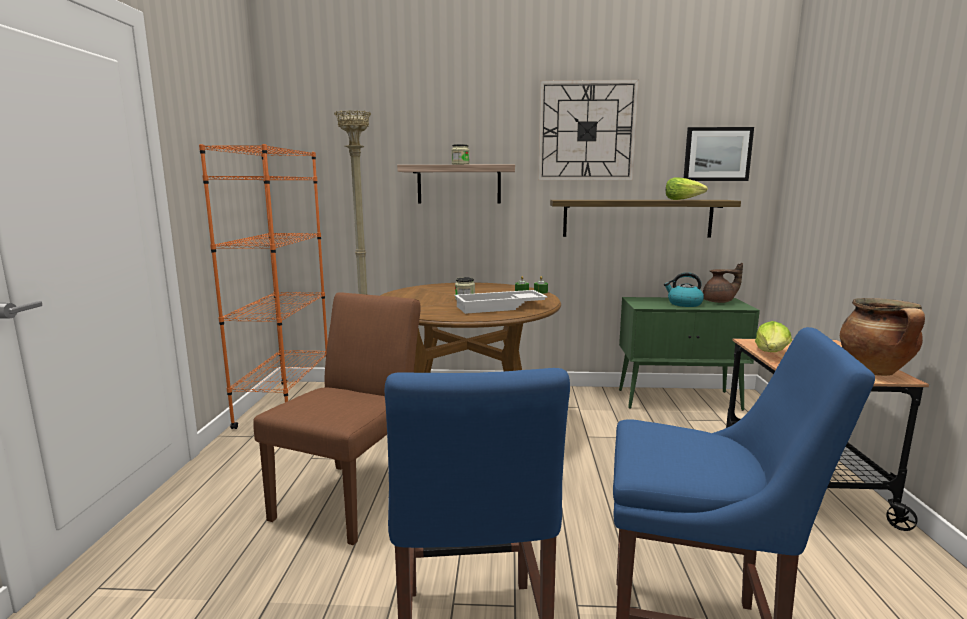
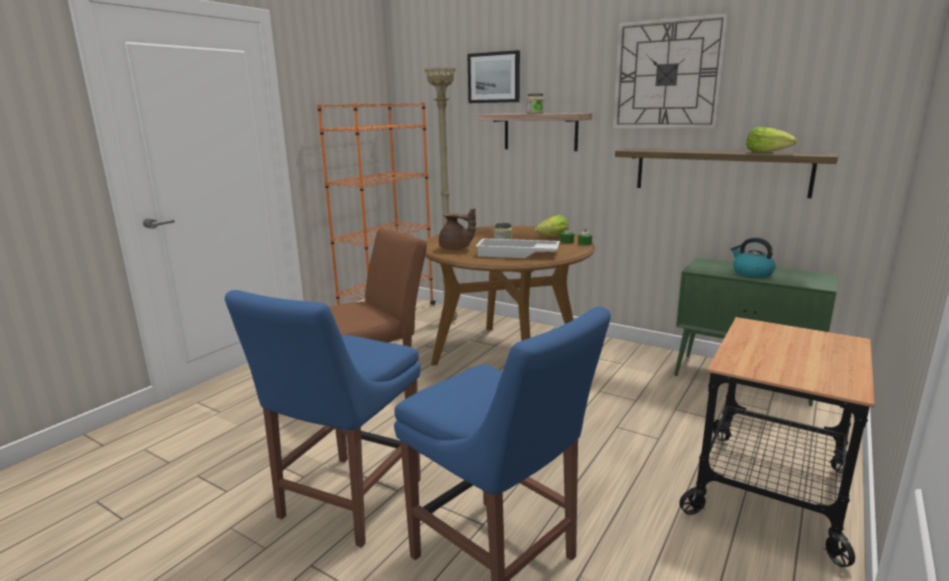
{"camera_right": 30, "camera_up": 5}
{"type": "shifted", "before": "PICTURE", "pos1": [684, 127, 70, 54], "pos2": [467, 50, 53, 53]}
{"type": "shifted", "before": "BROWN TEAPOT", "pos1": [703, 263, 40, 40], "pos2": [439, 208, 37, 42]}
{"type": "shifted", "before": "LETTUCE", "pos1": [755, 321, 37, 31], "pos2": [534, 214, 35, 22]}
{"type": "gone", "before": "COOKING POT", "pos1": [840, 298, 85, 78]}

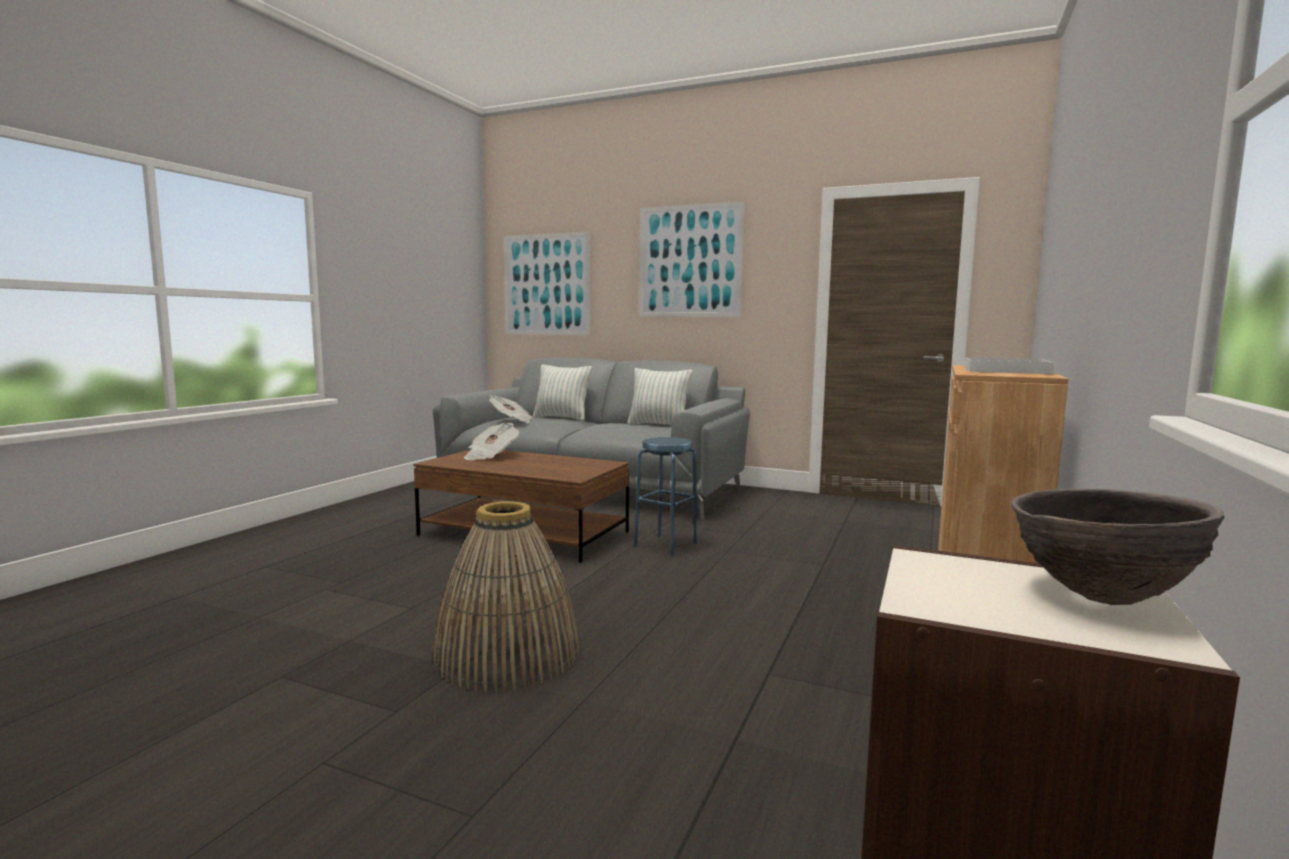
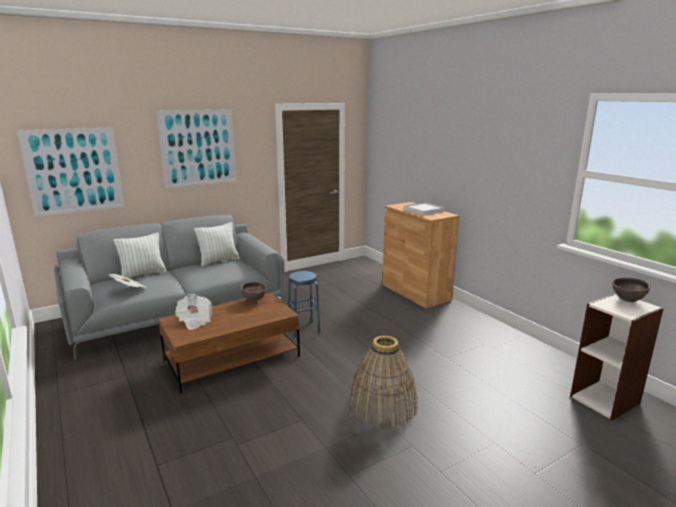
{"camera_right": -55, "camera_up": 10}
{"type": "new", "after": "BROWN BOWL", "pos2": [240, 281, 27, 21]}

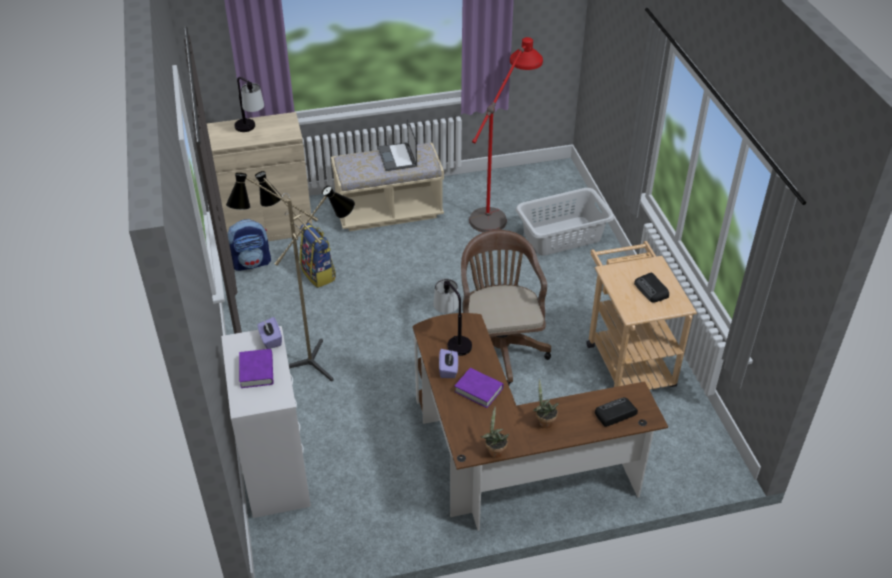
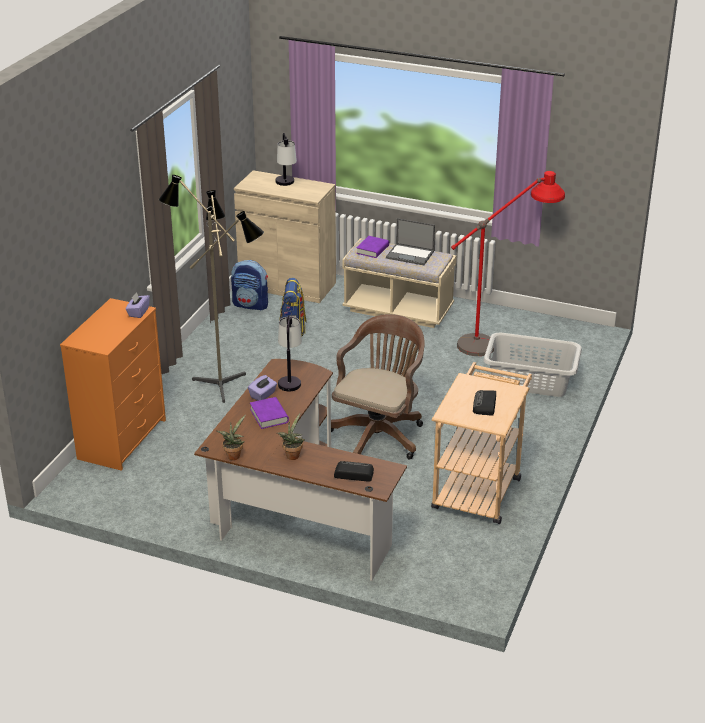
{"camera_right": 35, "camera_up": -10}
{"type": "repainted", "before": "WHITE DRESSER", "after": "ORANGE DRESSER", "pos1": [221, 326, 90, 192], "pos2": [60, 298, 106, 173]}
{"type": "shifted", "before": "PURPLE BOOK", "pos1": [239, 349, 34, 39], "pos2": [356, 236, 33, 22]}
{"type": "rotated", "before": "LAPTOP", "pos1": [378, 119, 39, 52], "pos2": [386, 218, 49, 47], "turn": -90}

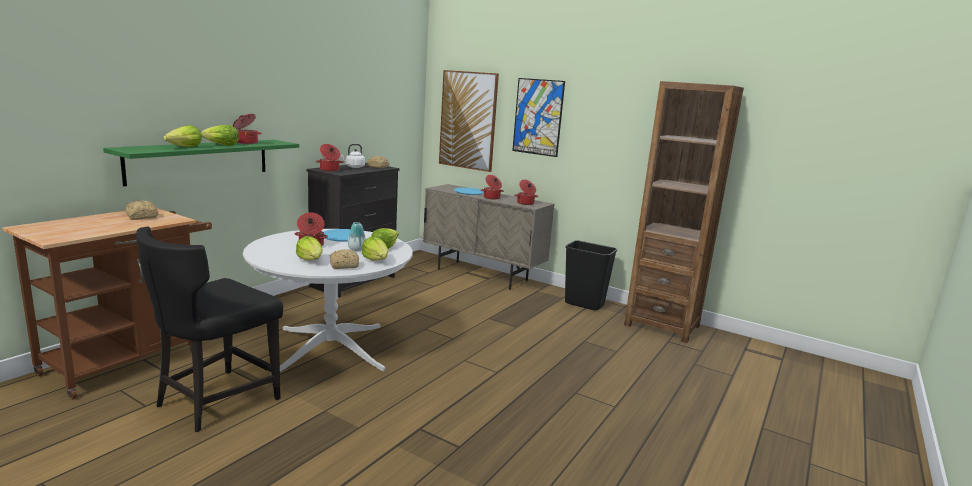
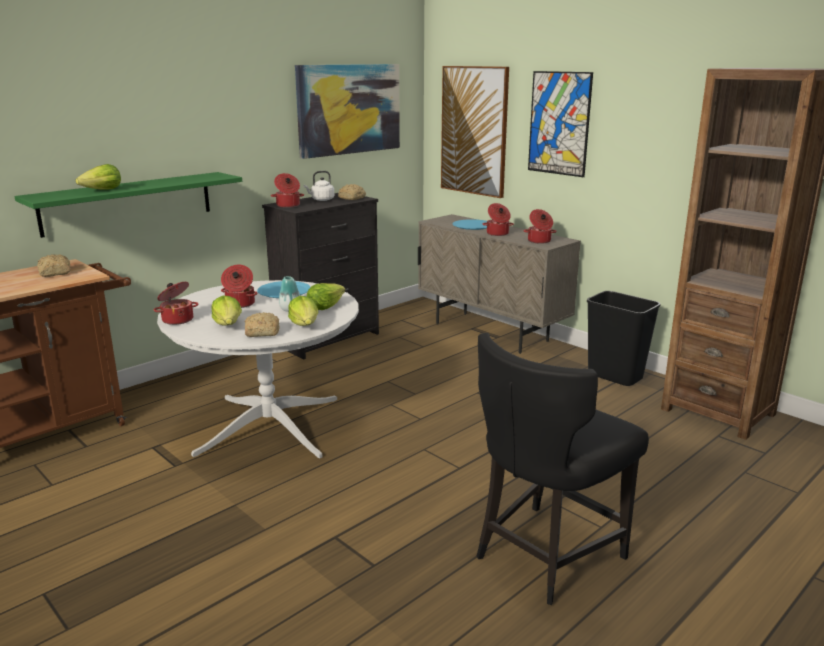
{"camera_right": 15, "camera_up": 5}
{"type": "shifted", "before": "BLACK CHAIR", "pos1": [136, 226, 147, 206], "pos2": [476, 333, 173, 272]}
{"type": "gone", "before": "LETTUCE", "pos1": [201, 125, 38, 21]}
{"type": "shifted", "before": "COOKING POT", "pos1": [233, 114, 29, 30], "pos2": [154, 282, 45, 43]}
{"type": "new", "after": "PICTURE", "pos2": [295, 64, 105, 95]}

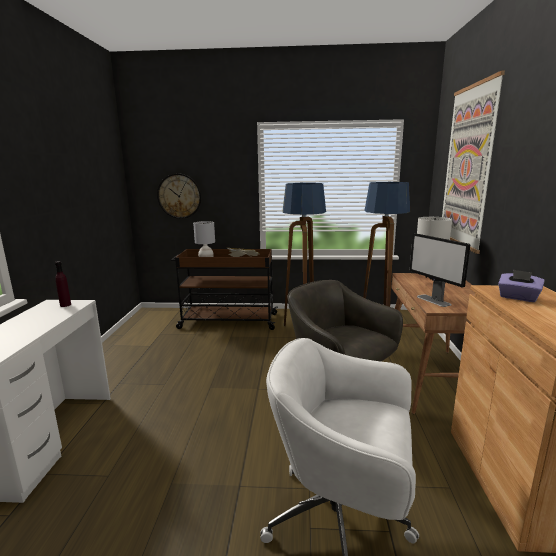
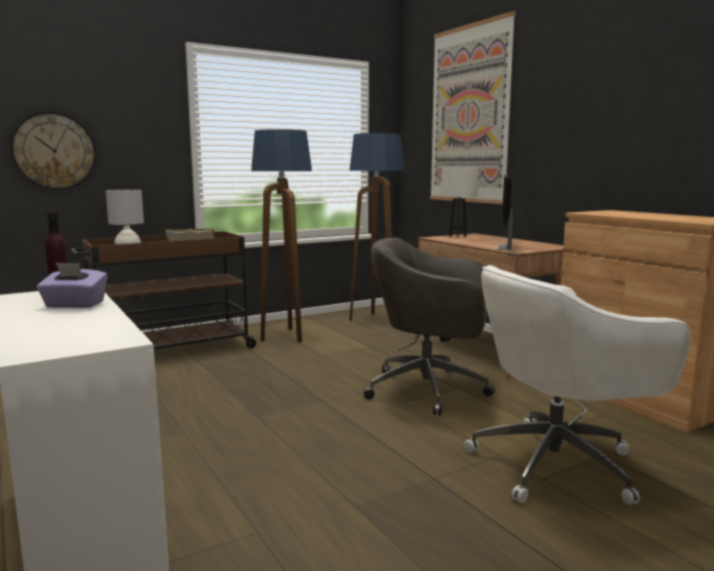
{"camera_right": -35, "camera_up": -5}
{"type": "rotated", "before": "MONITOR", "pos1": [410, 233, 60, 74], "pos2": [497, 175, 16, 75], "turn": 75}
{"type": "shifted", "before": "PURPLE TISSUE BOX", "pos1": [498, 269, 47, 33], "pos2": [37, 262, 71, 46]}

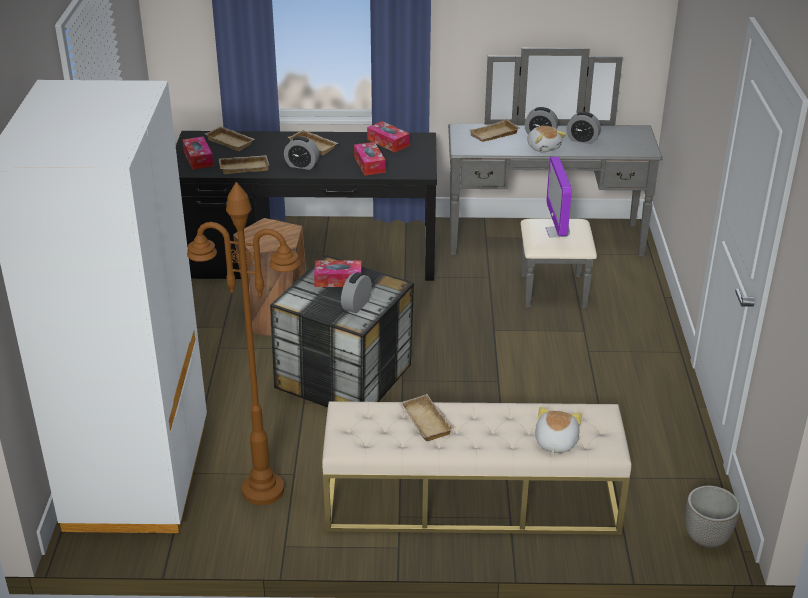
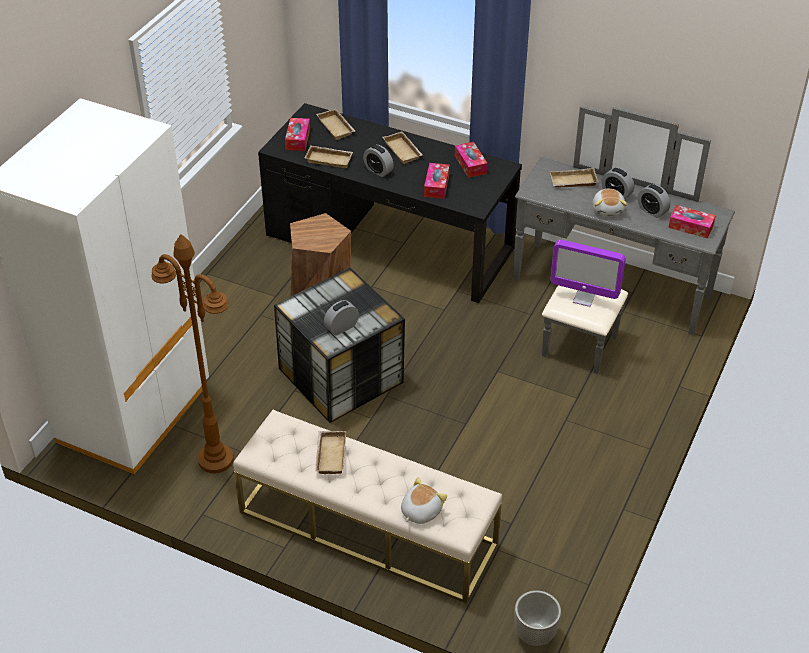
{"camera_right": 25, "camera_up": 10}
{"type": "shifted", "before": "TISSUE BOX", "pos1": [314, 261, 48, 26], "pos2": [668, 205, 48, 33]}
{"type": "rotated", "before": "MONITOR", "pos1": [546, 157, 26, 80], "pos2": [550, 240, 76, 67], "turn": -90}

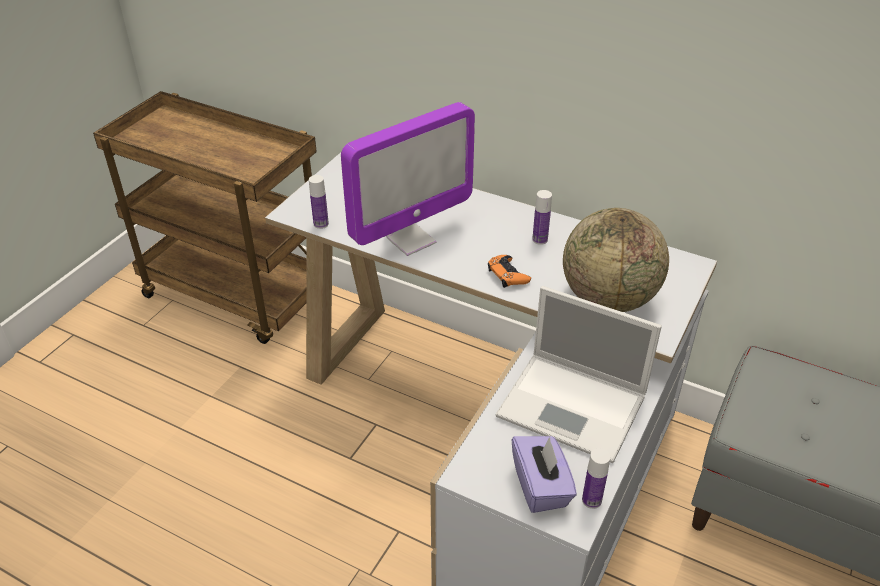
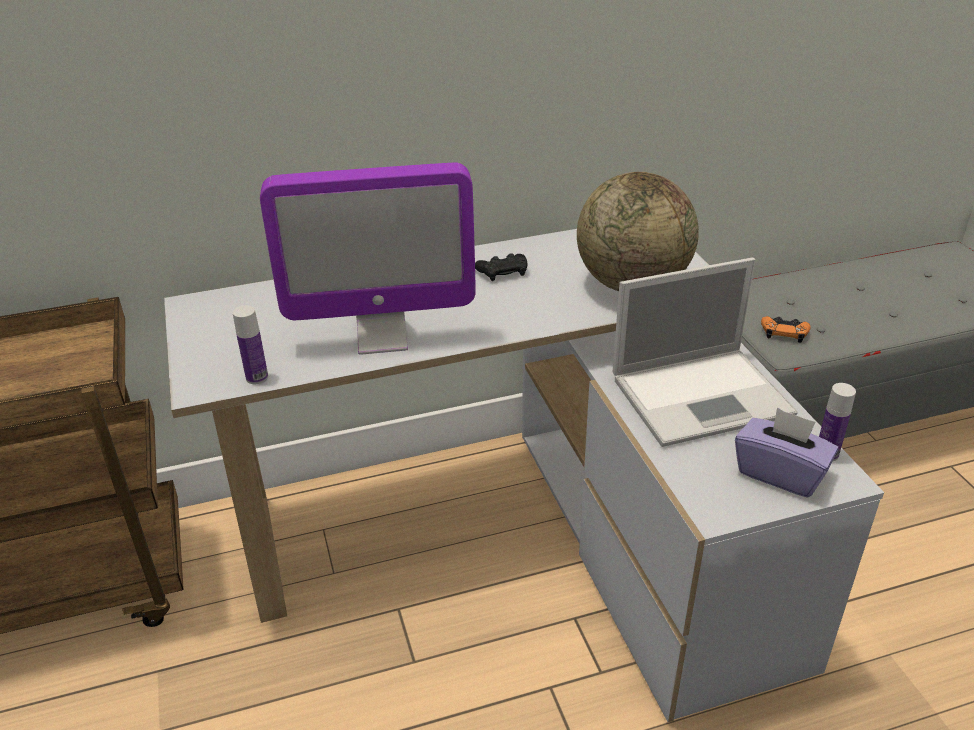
{"camera_right": -45, "camera_up": -5}
{"type": "rotated", "before": "MONITOR", "pos1": [341, 102, 134, 154], "pos2": [260, 162, 216, 193], "turn": 75}
{"type": "shifted", "before": "ORANGE GAME CONTROLLER", "pos1": [488, 255, 43, 33], "pos2": [761, 316, 50, 27]}
{"type": "swapped", "before": "BOTTLE", "after": "BLACK GAME CONTROLLER", "pos1": [532, 190, 20, 55], "pos2": [475, 253, 53, 28]}

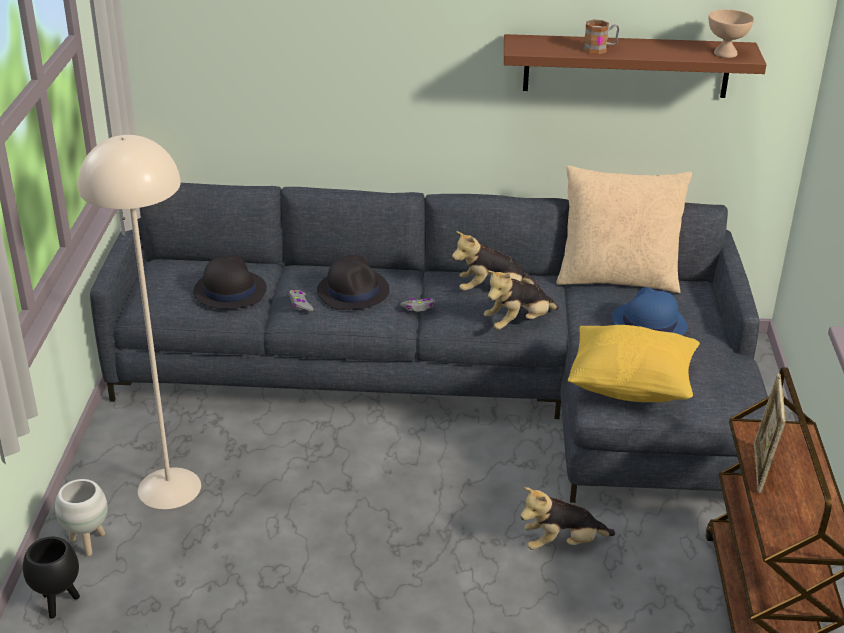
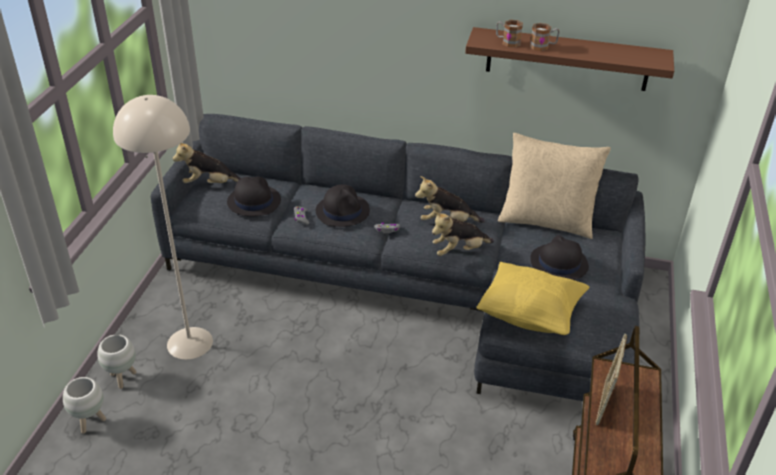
{"camera_right": 10, "camera_up": 5}
{"type": "repainted", "before": "BLACK PLANTER", "after": "WHITE PLANTER", "pos1": [23, 537, 57, 82], "pos2": [63, 377, 43, 57]}
{"type": "shifted", "before": "PLUSH TOY", "pos1": [520, 487, 95, 63], "pos2": [172, 143, 69, 40]}
{"type": "repainted", "before": "BLUE HAT", "after": "BLACK HAT", "pos1": [612, 287, 76, 49], "pos2": [530, 235, 59, 45]}
{"type": "gone", "before": "BEIGE BOWL", "pos1": [709, 9, 45, 49]}
{"type": "new", "after": "MUG", "pos2": [496, 20, 27, 28]}

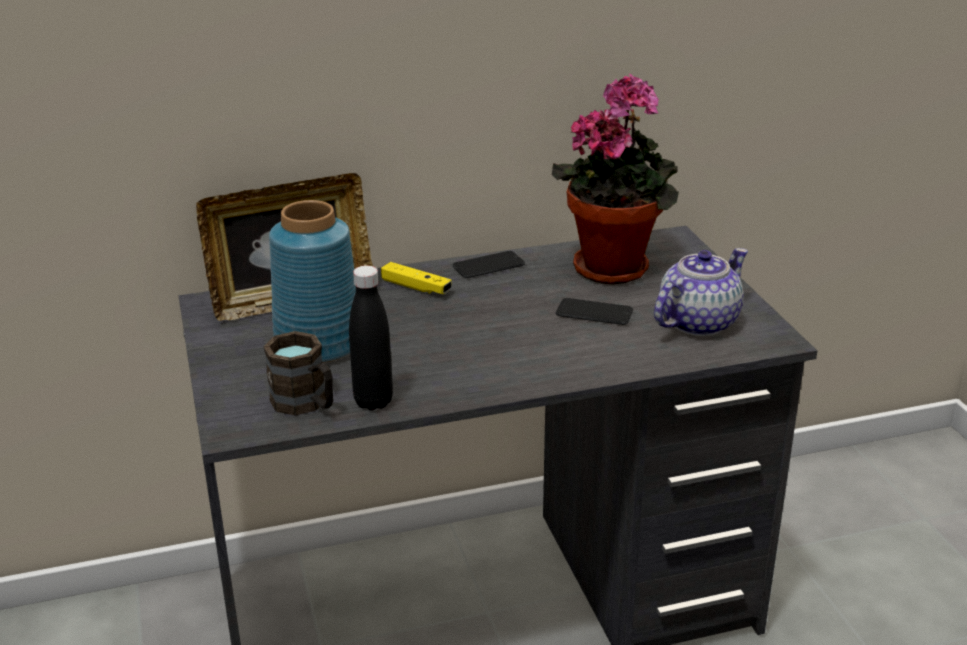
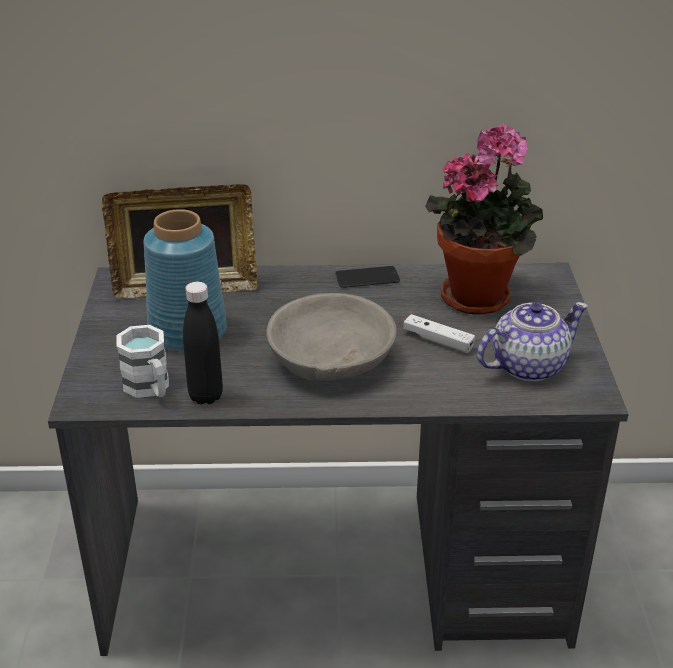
{"camera_right": 15, "camera_up": 5}
{"type": "repainted", "before": "BROWN MUG", "after": "WHITE MUG", "pos1": [263, 331, 70, 85], "pos2": [116, 325, 53, 73]}
{"type": "gone", "before": "YELLOW GAME CONTROLLER", "pos1": [381, 262, 71, 32]}
{"type": "swapped", "before": "PHONE", "after": "WHITE GAME CONTROLLER", "pos1": [556, 298, 77, 27], "pos2": [403, 314, 72, 39]}
{"type": "new", "after": "GREY BOWL", "pos2": [266, 293, 131, 88]}

